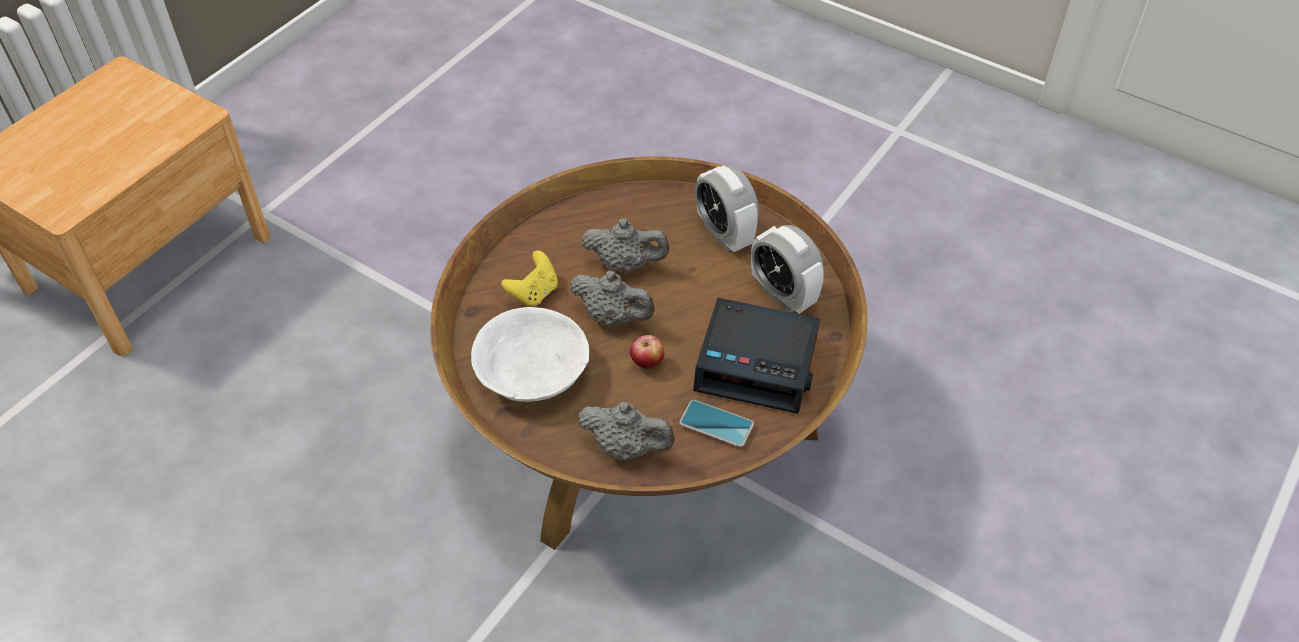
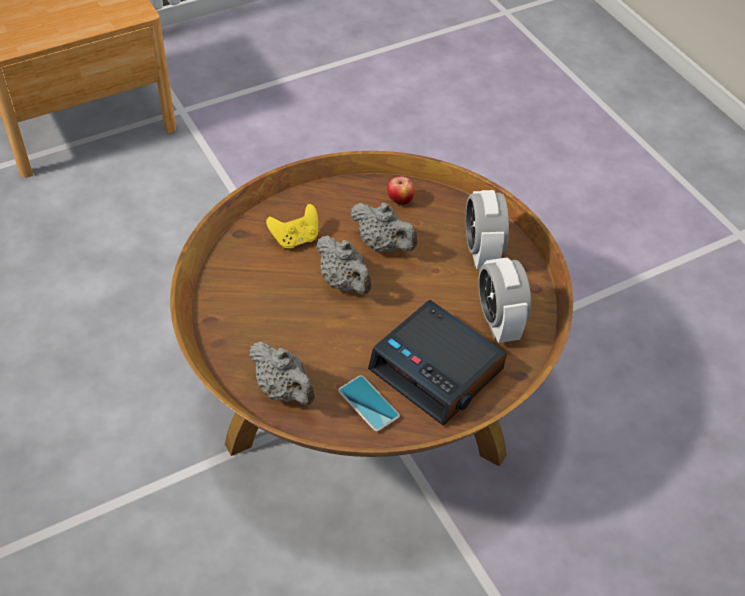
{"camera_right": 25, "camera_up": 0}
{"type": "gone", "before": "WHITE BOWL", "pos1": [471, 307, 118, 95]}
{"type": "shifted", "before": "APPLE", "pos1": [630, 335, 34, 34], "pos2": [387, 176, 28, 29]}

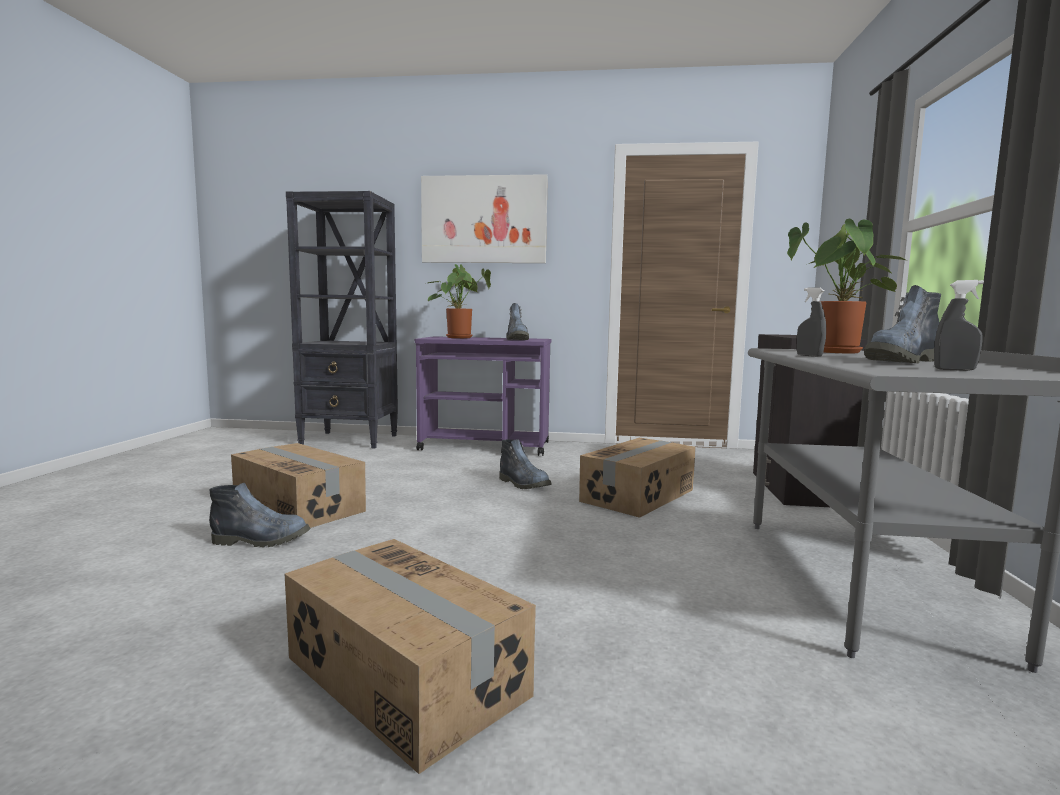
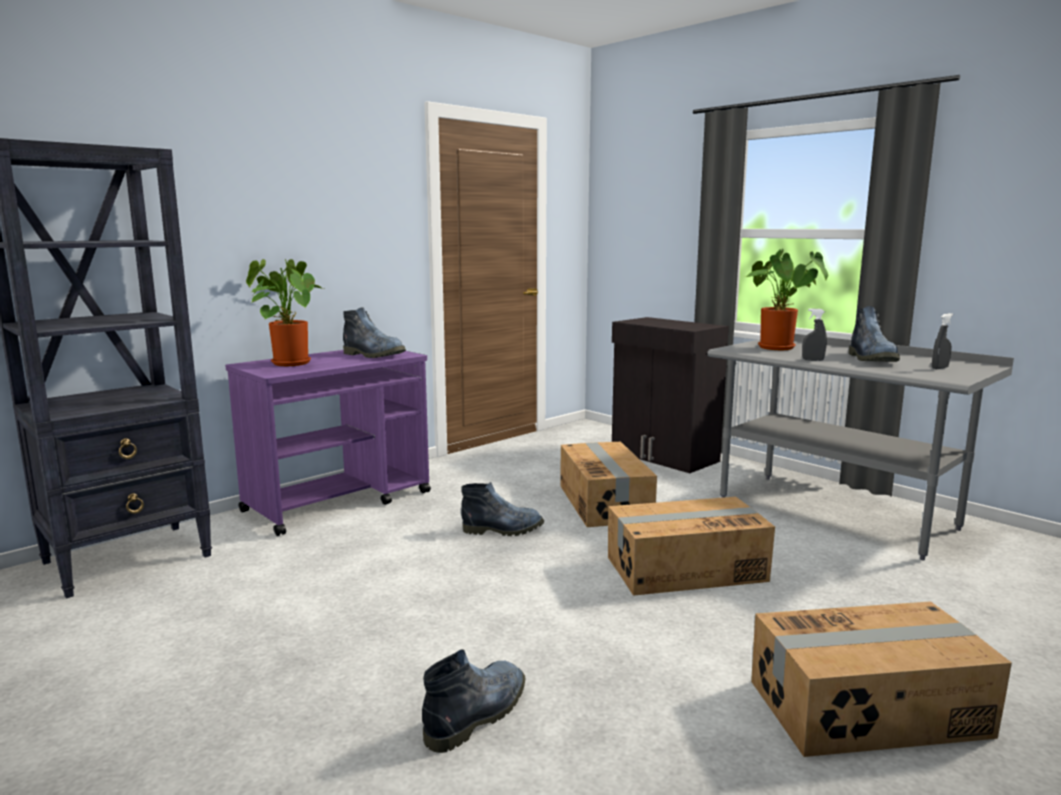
{"camera_right": -50, "camera_up": 5}
{"type": "shifted", "before": "CARDBOARD BOX", "pos1": [231, 443, 135, 85], "pos2": [608, 497, 167, 99]}
{"type": "gone", "before": "PICTURE", "pos1": [421, 174, 127, 89]}

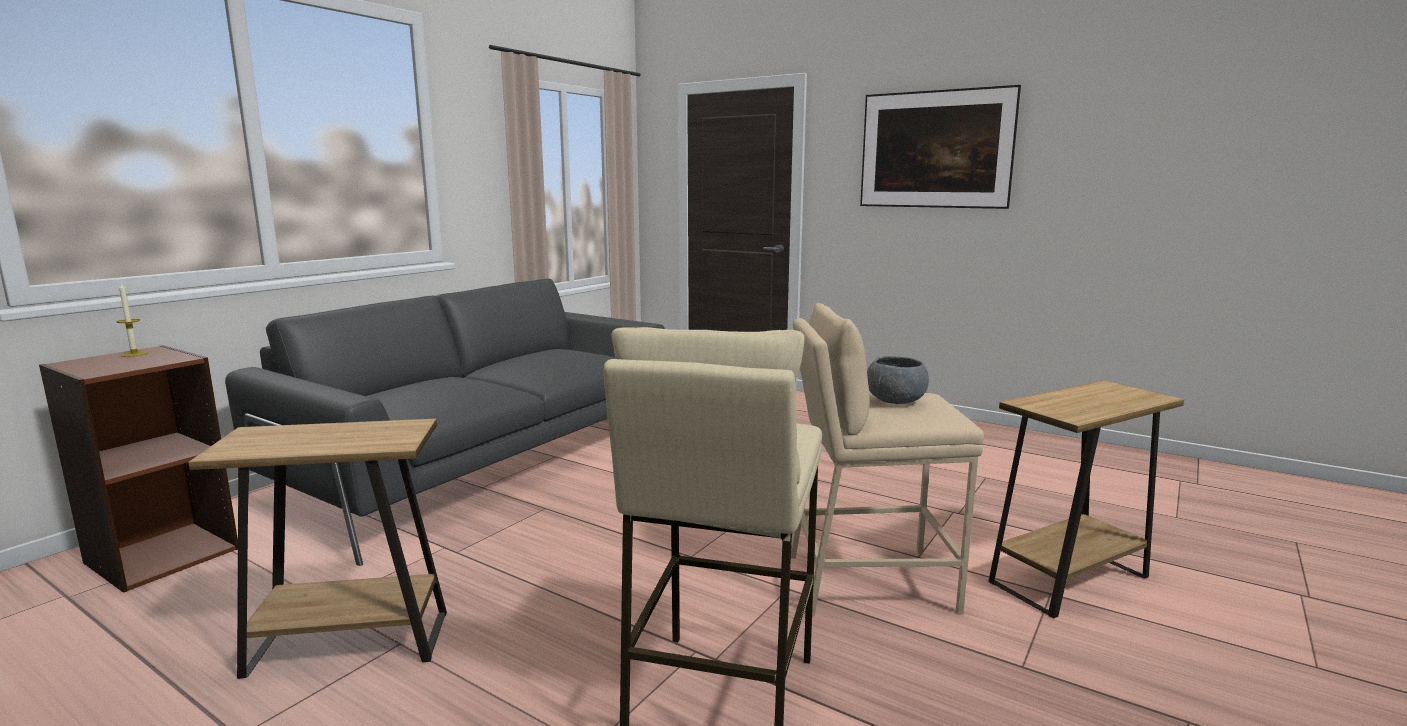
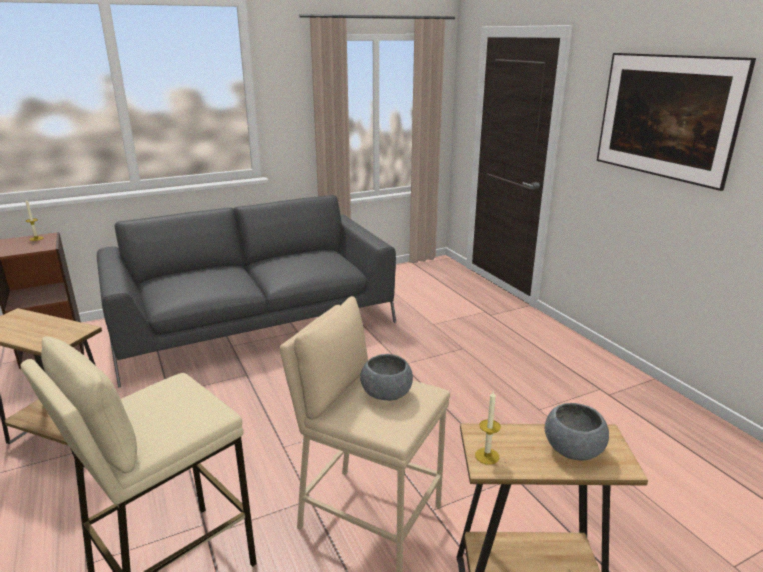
{"camera_right": 30, "camera_up": 10}
{"type": "new", "after": "CANDLE", "pos2": [475, 390, 26, 75]}
{"type": "new", "after": "GREY BOWL", "pos2": [545, 403, 64, 58]}

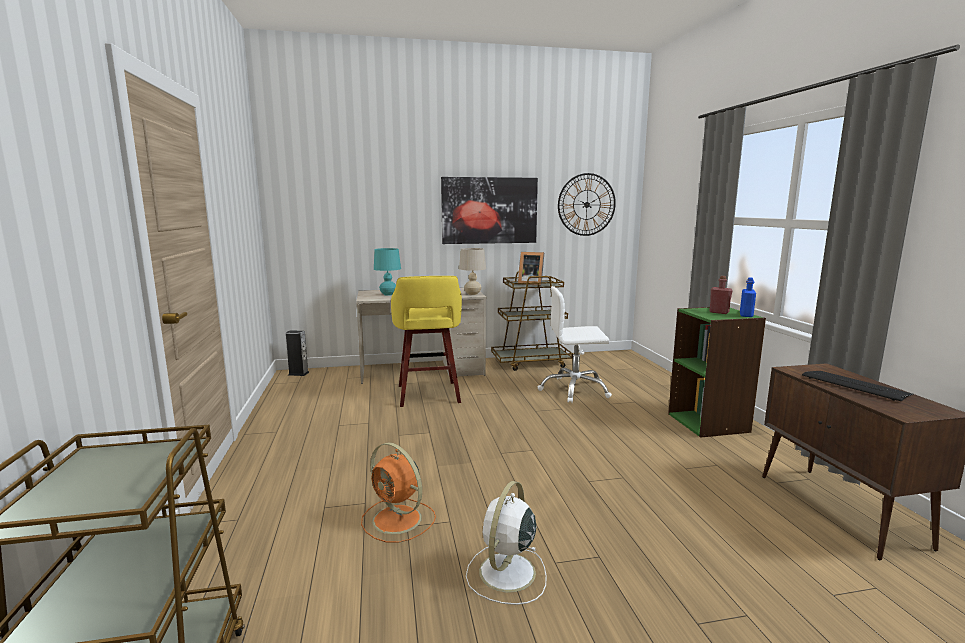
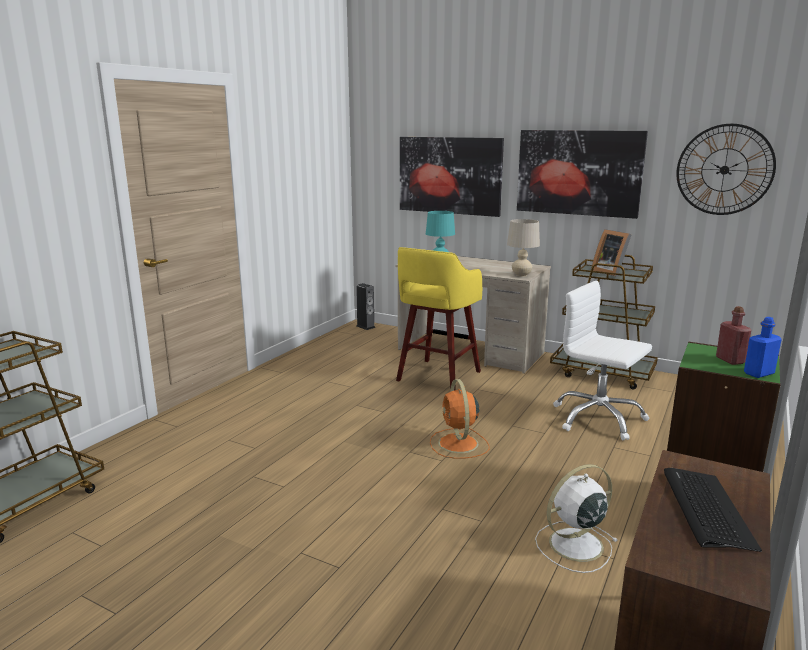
{"camera_right": 40, "camera_up": 5}
{"type": "shifted", "before": "ORANGE FAN", "pos1": [361, 442, 75, 101], "pos2": [430, 379, 59, 80]}
{"type": "shifted", "before": "WHITE FAN", "pos1": [466, 481, 81, 124], "pos2": [535, 464, 83, 109]}
{"type": "new", "after": "PICTURE", "pos2": [400, 137, 104, 80]}

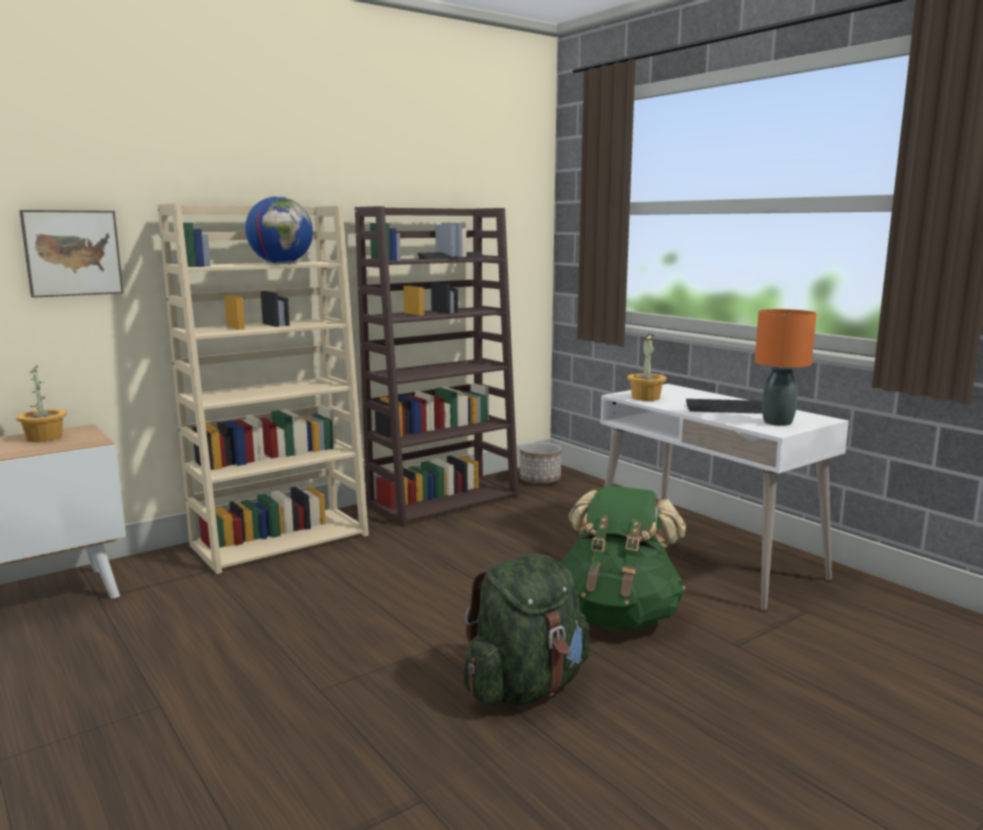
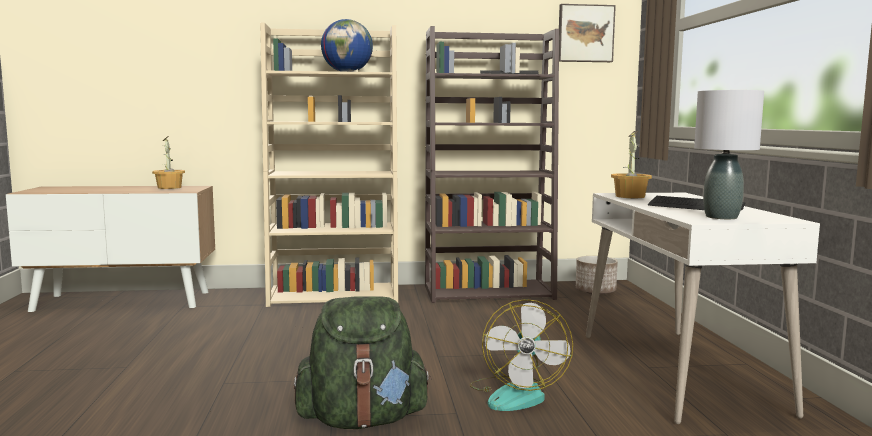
{"camera_right": 30, "camera_up": -5}
{"type": "shifted", "before": "PICTURE", "pos1": [19, 210, 104, 88], "pos2": [559, 4, 57, 58]}
{"type": "swapped", "before": "GREEN BACKPACK", "after": "FAN", "pos1": [559, 485, 127, 145], "pos2": [469, 299, 104, 112]}
{"type": "repainted", "before": "ORANGE TABLE LAMP", "after": "GREY TABLE LAMP", "pos1": [755, 309, 62, 117], "pos2": [694, 90, 70, 129]}

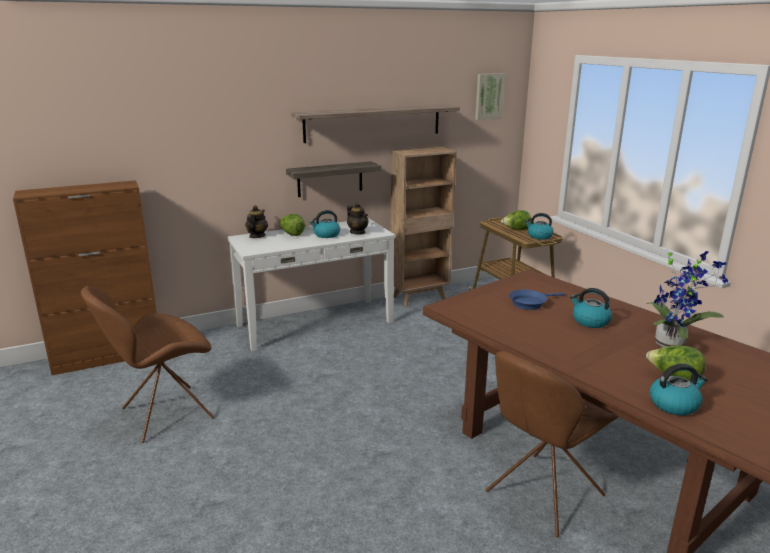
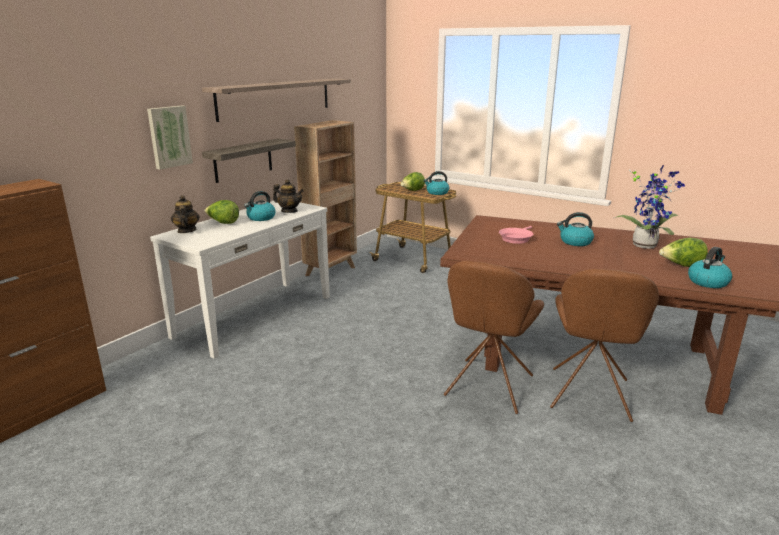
{"camera_right": -30, "camera_up": 0}
{"type": "shifted", "before": "BROWN CHAIR", "pos1": [81, 286, 134, 157], "pos2": [444, 261, 100, 153]}
{"type": "shifted", "before": "PICTURE", "pos1": [475, 73, 30, 47], "pos2": [147, 105, 46, 65]}
{"type": "repainted", "before": "BLUE FRYING PAN", "after": "PINK FRYING PAN", "pos1": [509, 289, 56, 21], "pos2": [499, 226, 34, 18]}

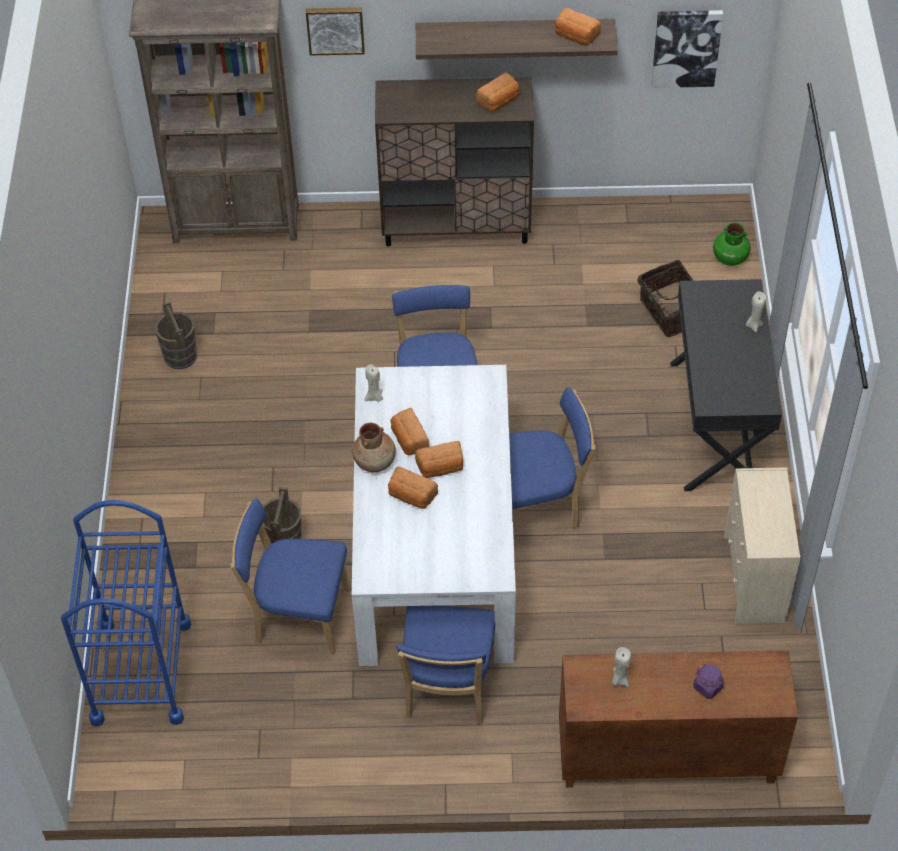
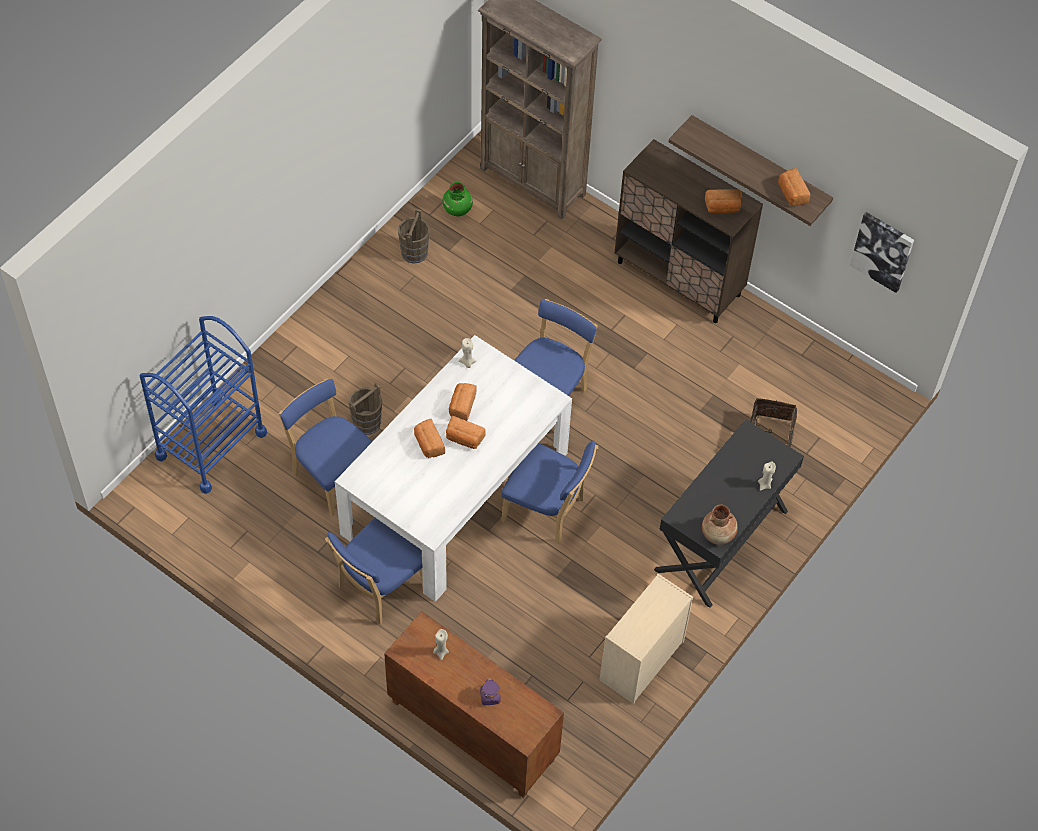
{"camera_right": 35, "camera_up": 5}
{"type": "gone", "before": "PICTURE", "pos1": [306, 7, 59, 49]}
{"type": "shifted", "before": "BROWN VASE", "pos1": [353, 423, 43, 49], "pos2": [702, 505, 36, 40]}
{"type": "shifted", "before": "GREEN VASE", "pos1": [713, 223, 37, 43], "pos2": [442, 182, 31, 34]}

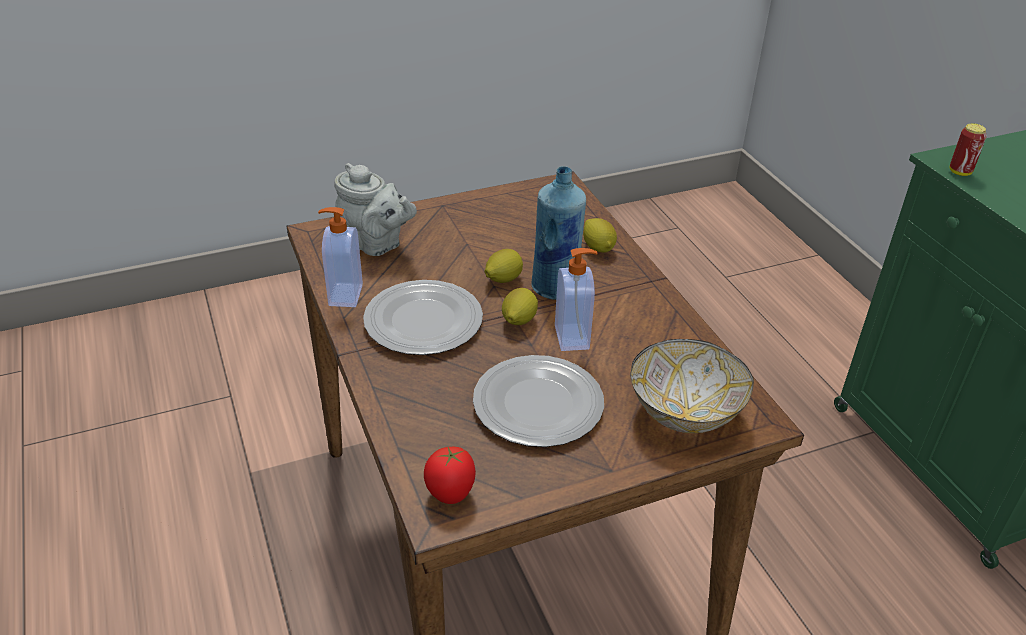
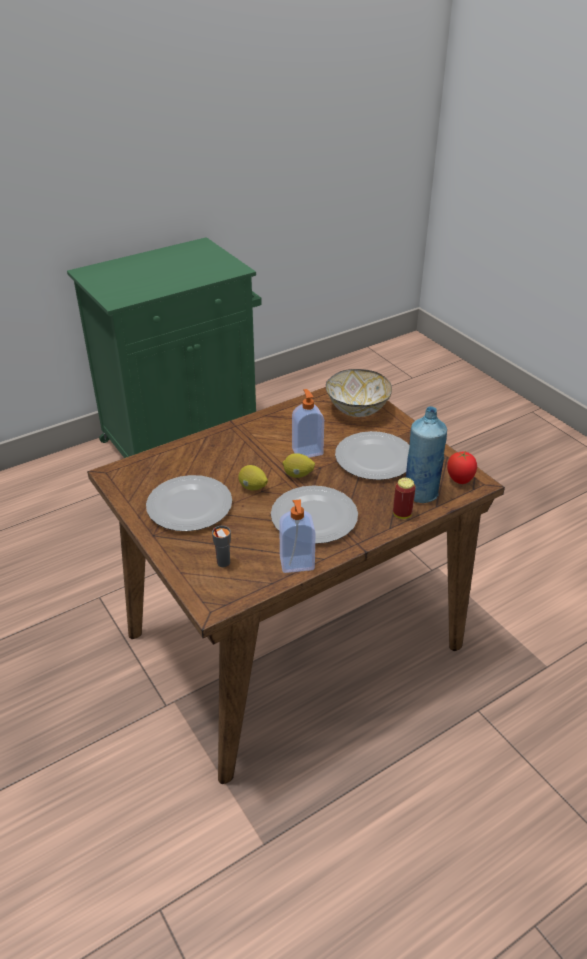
{"camera_right": -100, "camera_up": 0}
{"type": "swapped", "before": "GREY TEAPOT", "after": "GREY CUP", "pos1": [334, 163, 83, 93], "pos2": [212, 526, 19, 41]}
{"type": "shifted", "before": "BLUE BOTTLE", "pos1": [532, 166, 54, 134], "pos2": [406, 406, 41, 97]}
{"type": "gone", "before": "LEMON", "pos1": [583, 218, 34, 35]}
{"type": "shifted", "before": "CAN", "pos1": [949, 123, 38, 53], "pos2": [393, 478, 23, 41]}
{"type": "new", "after": "PLATE", "pos2": [146, 475, 86, 56]}

